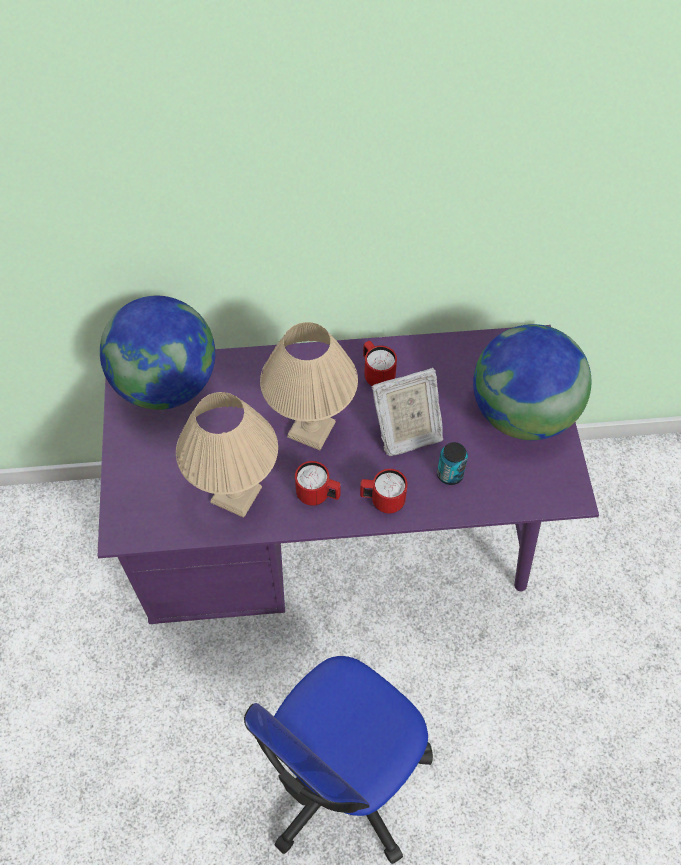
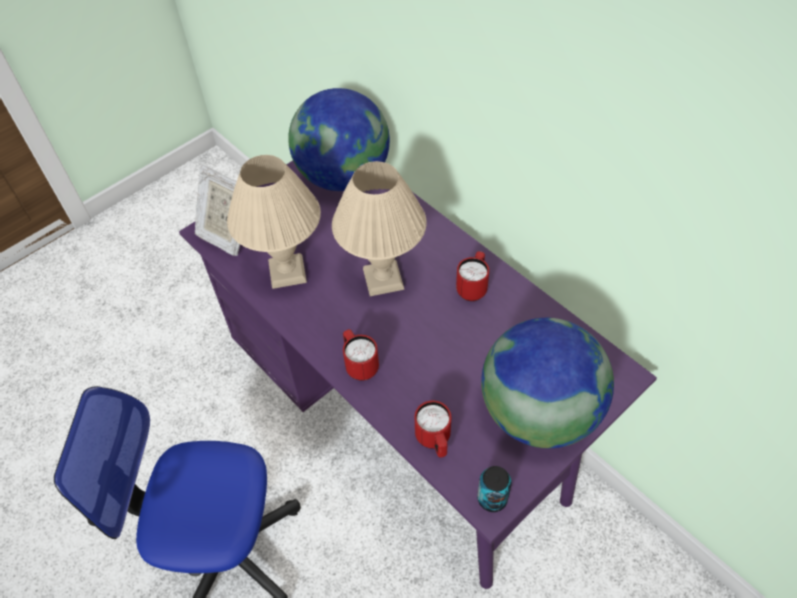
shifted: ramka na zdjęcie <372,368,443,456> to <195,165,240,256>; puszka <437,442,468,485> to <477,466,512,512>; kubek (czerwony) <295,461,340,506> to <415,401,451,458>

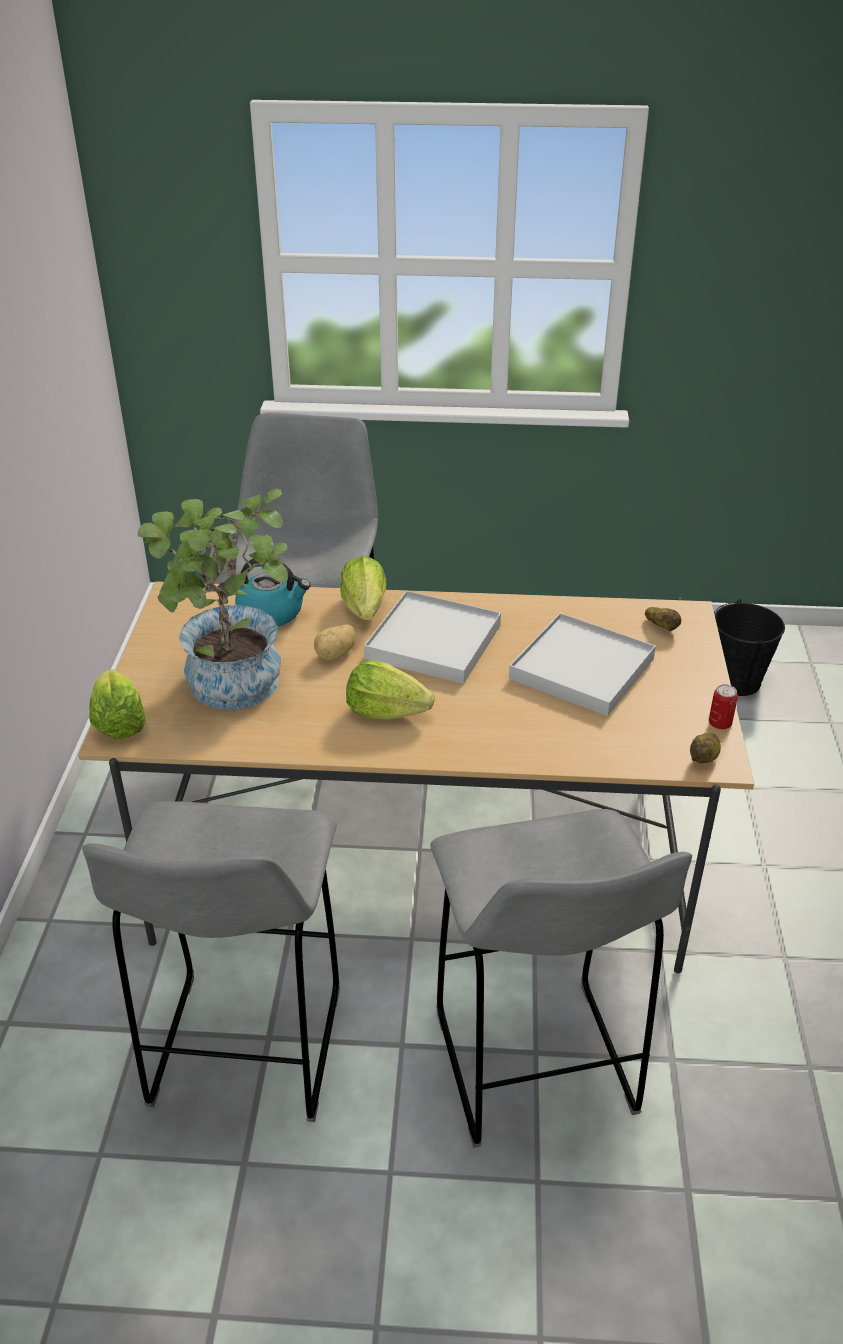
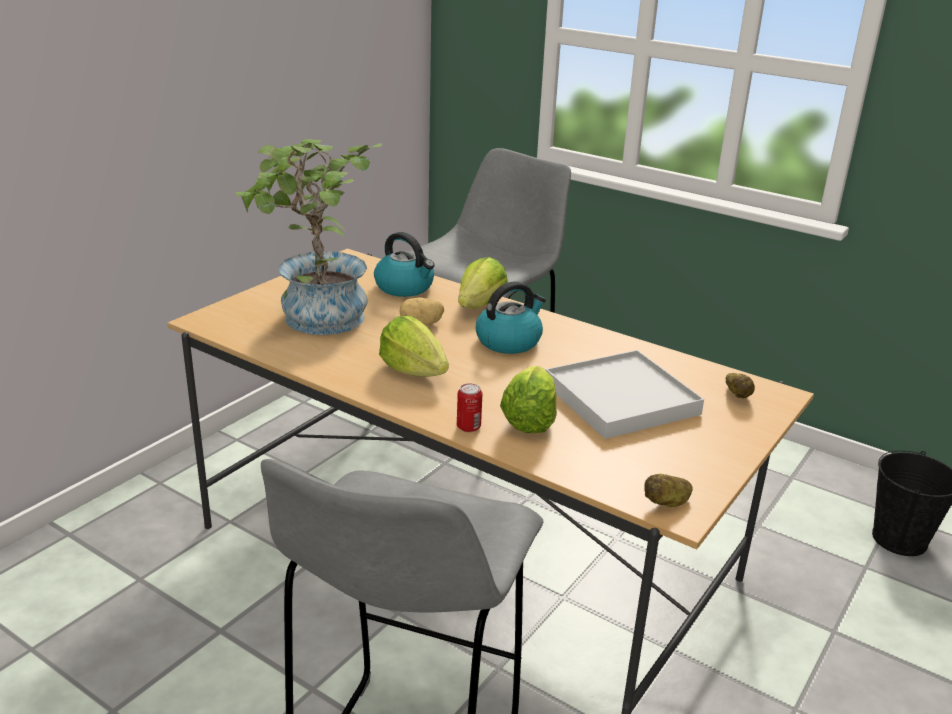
gone: stołek (szary) <82,801,340,1122>
shifted: sałata <89,669,146,739> to <500,366,557,433>; puszka <709,684,738,730> to <457,383,482,432>
swapped: taca (biały) <364,590,501,684> to czajnik <476,281,546,354>

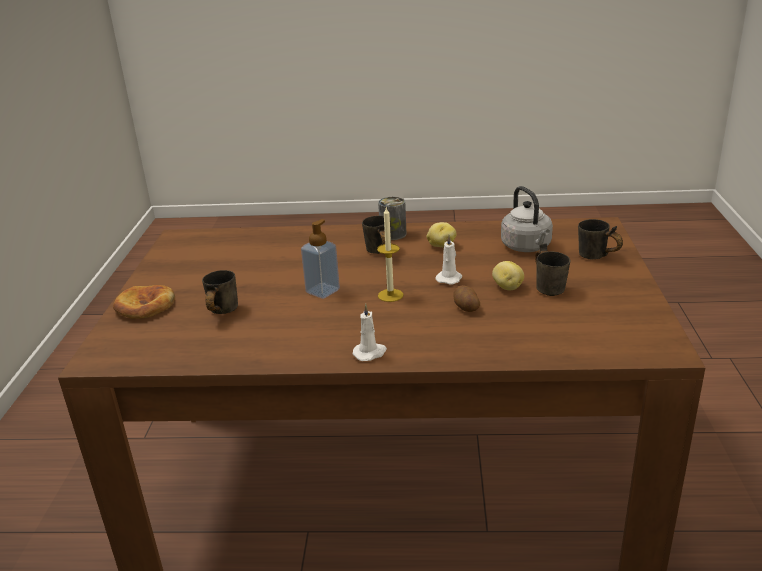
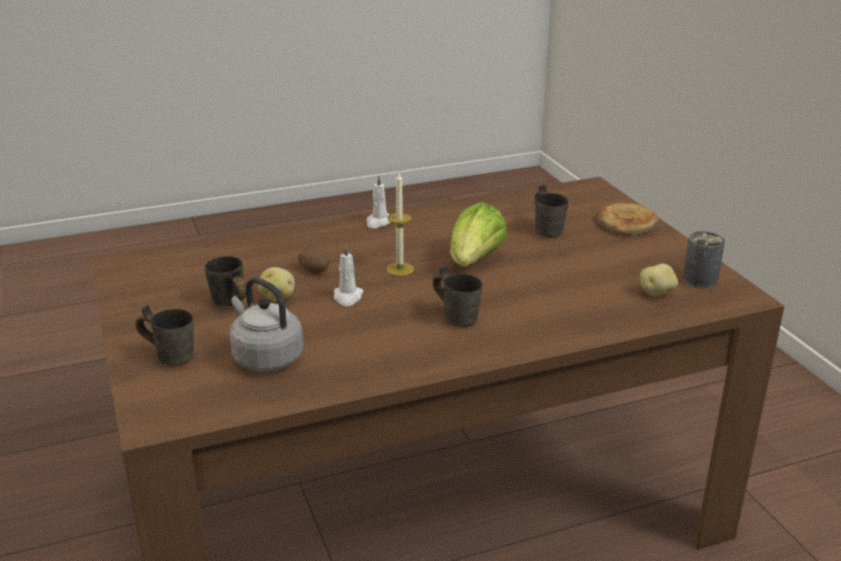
shifted: puszka <378,197,406,240> to <683,231,725,289>; ziemniak <427,222,456,247> to <640,264,678,296>
swapped: dozownik mydła <301,219,340,299> to sałata <450,202,507,267>

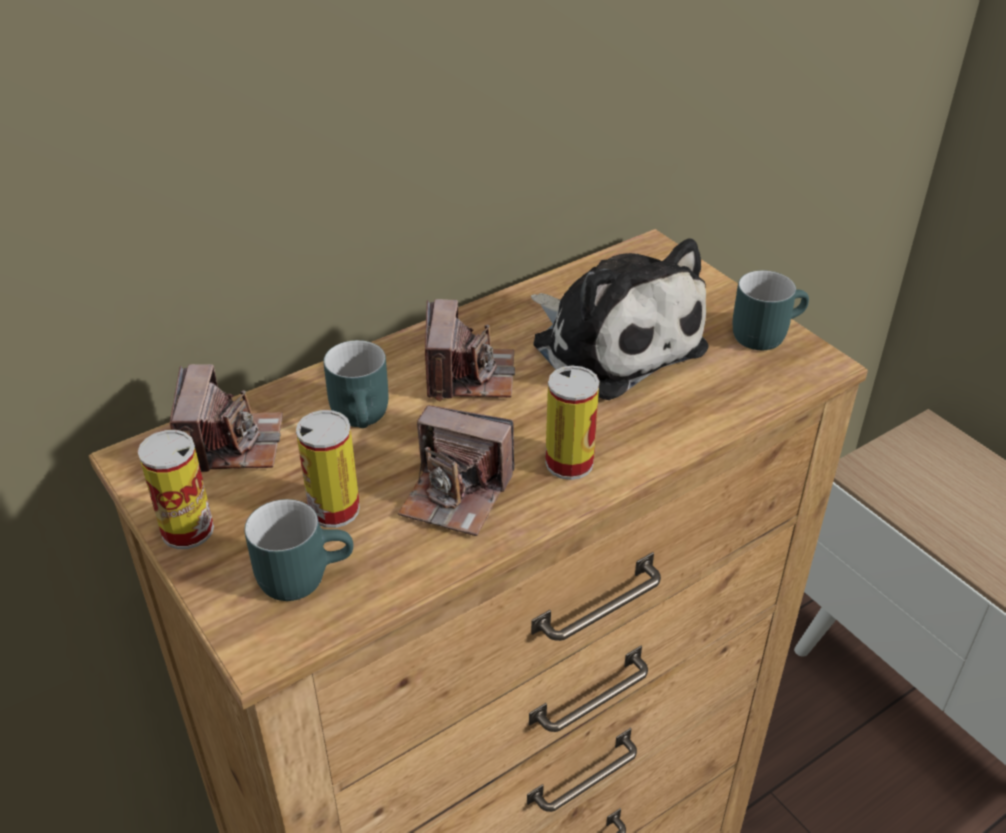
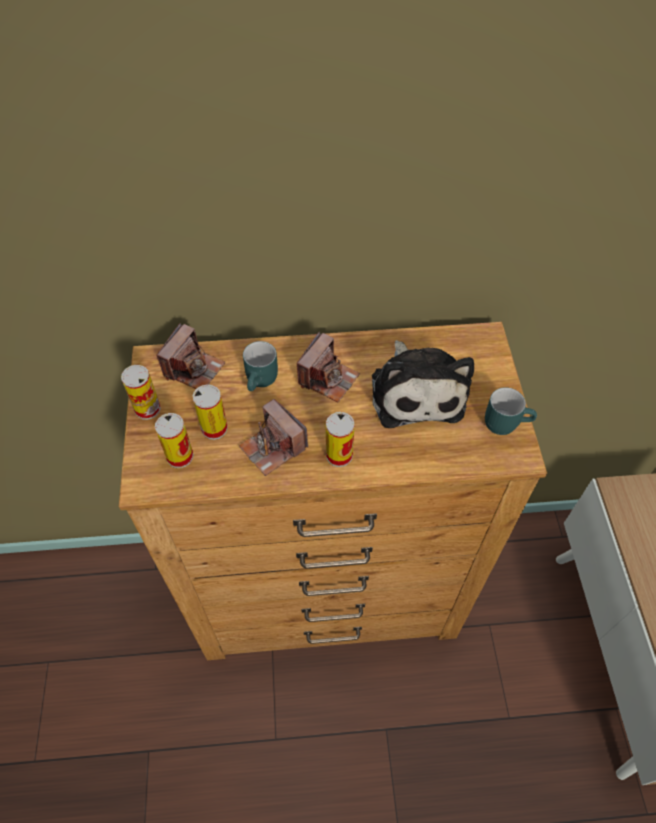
swapped: kubek (turkusowy) <244,499,353,601> to puszka <155,413,194,468>

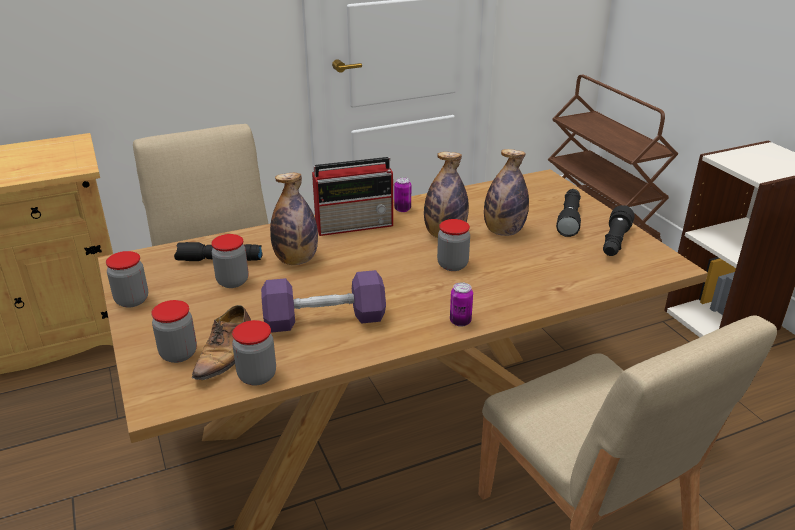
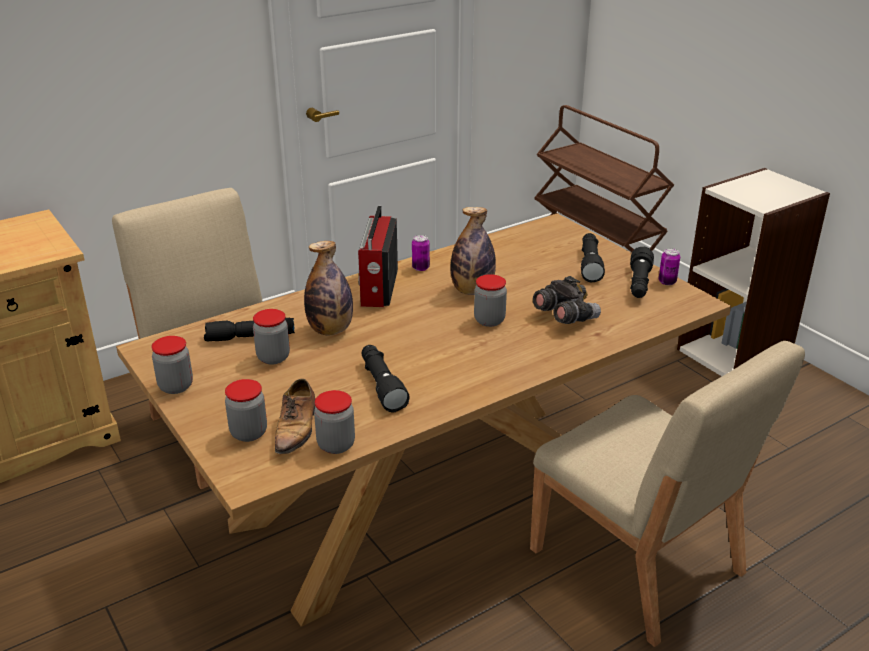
gone: butelka <484,149,529,236>
new: lornetka (szary) <533,276,601,324>
shifted: puszka <450,282,473,327> to <659,248,680,285>
swapped: hantel (fioletowy) <261,270,386,333> to latarka (czarny) <361,345,410,412>
rotated: radio <312,157,395,236> = <358,206,398,307> 120 degrees clockwise

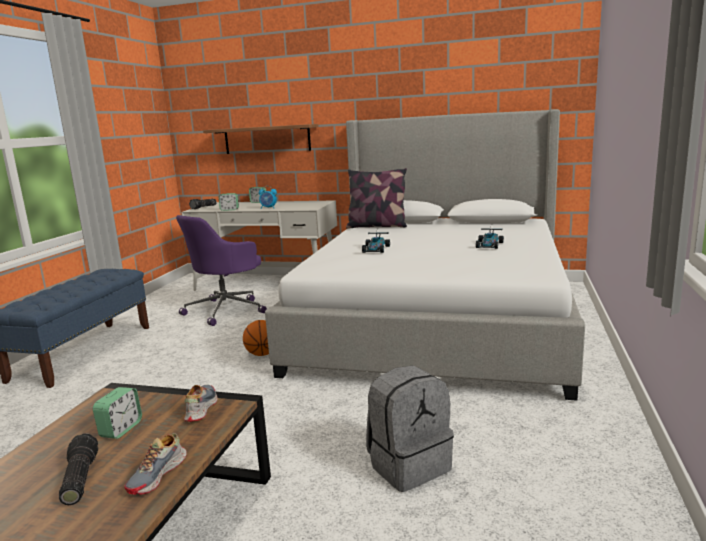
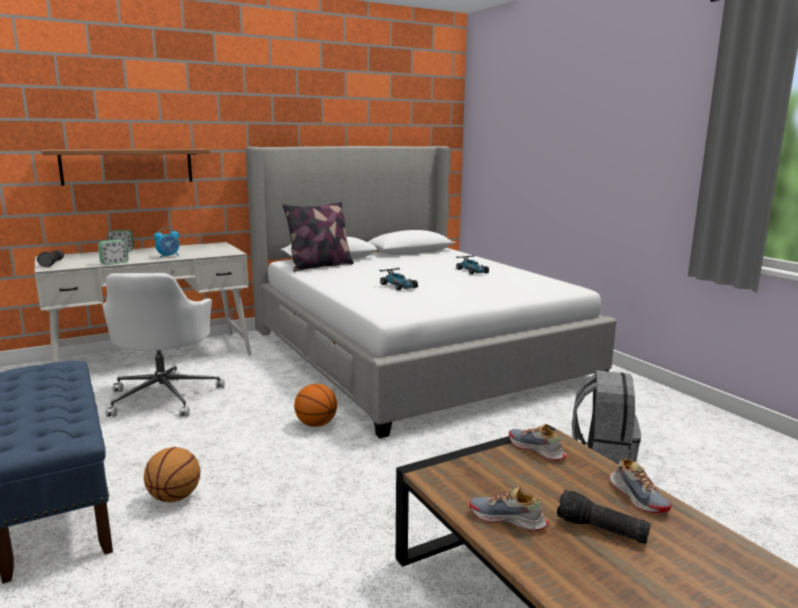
gone: budzik <93,387,142,439>
new: piłka do koszykówki <144,447,201,502>; but <469,487,549,531>
repainted: krzesło biurowe (fioletowy) <176,215,267,326> to krzesło biurowe (biały) <103,273,225,417>

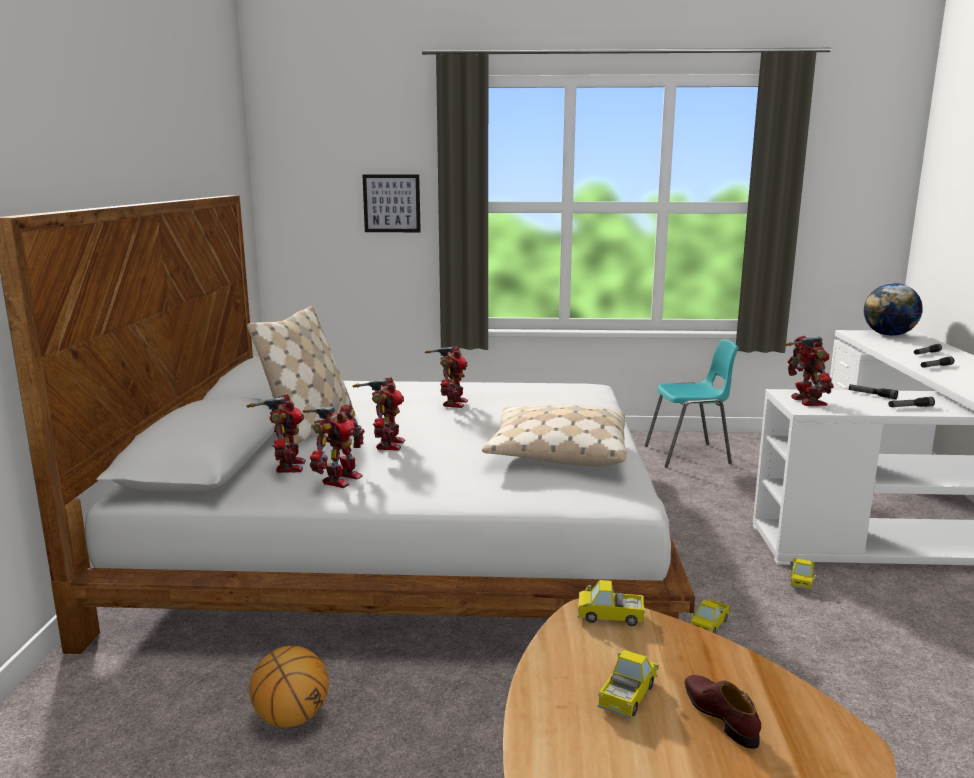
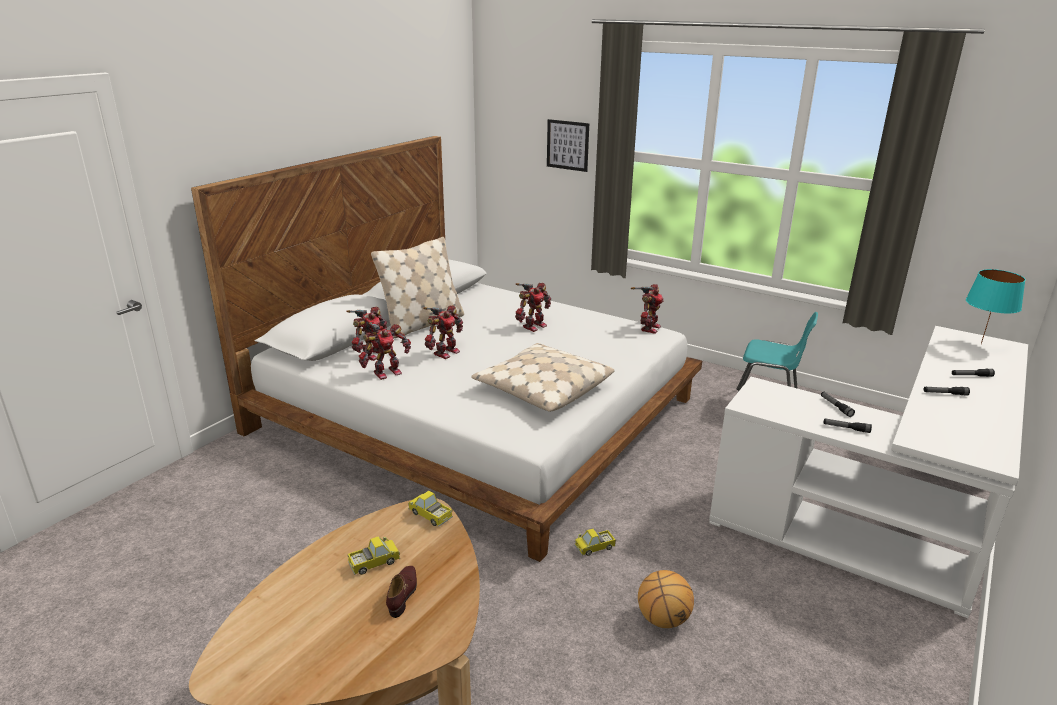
gone: ciężarówka zabawkowa <789,558,816,591>
shifted: robot zabawkowy <785,336,834,406> to <631,284,663,334>; piłka do koszykówki <250,646,329,728> to <638,570,694,628>
swapped: globus <864,283,923,336> to lampa stołowa (turkusowy) <966,269,1026,344>

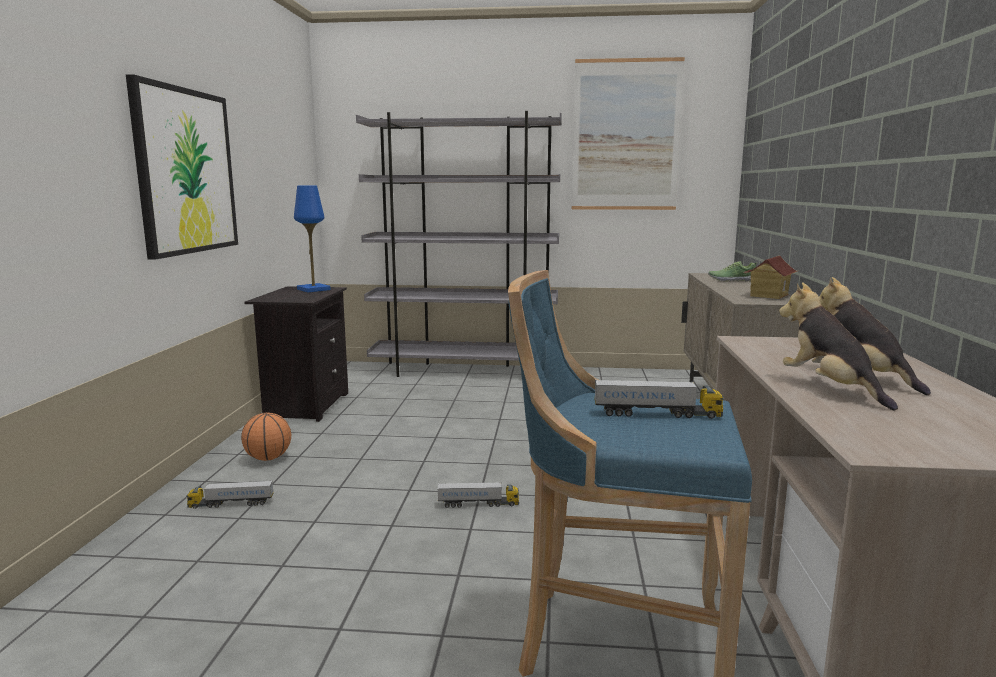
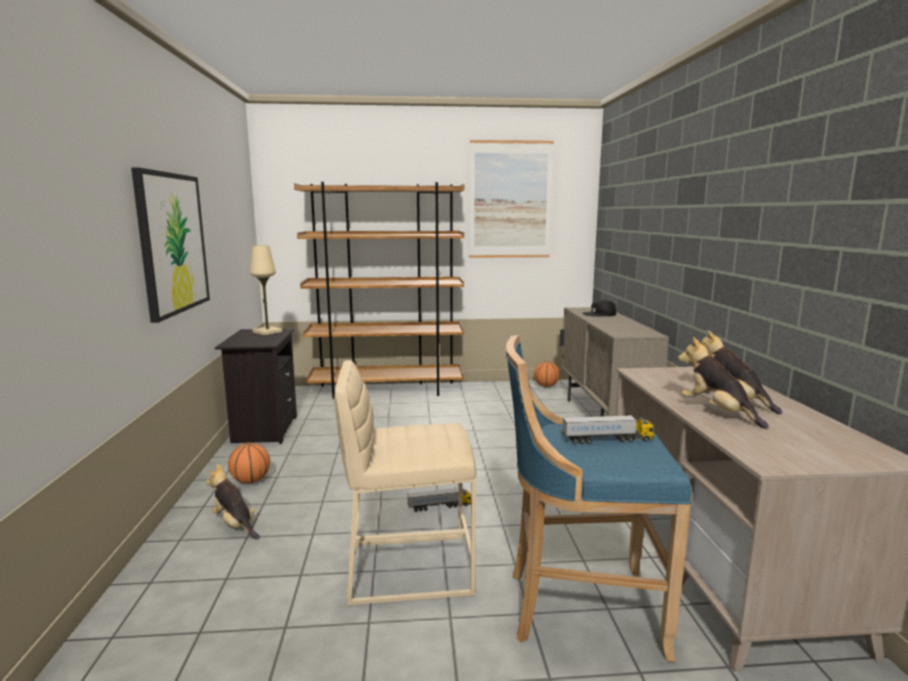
gone: domek <744,256,797,299>
new: stołek (beżowy) <334,360,476,605>; piłka do koszykówki <534,361,560,387>
swapped: but <708,261,757,282> to czapka z daszkiem (czarny) <582,299,616,317>; ciężarówka zabawkowa <186,480,274,509> to pluszak <206,464,260,539>
repainted: regał (szary) <356,111,562,377> to regał (brązowy) <294,182,464,399>; lampa stołowa (niebieski) <294,186,331,292> to lampa stołowa (beżowy) <250,245,282,335>

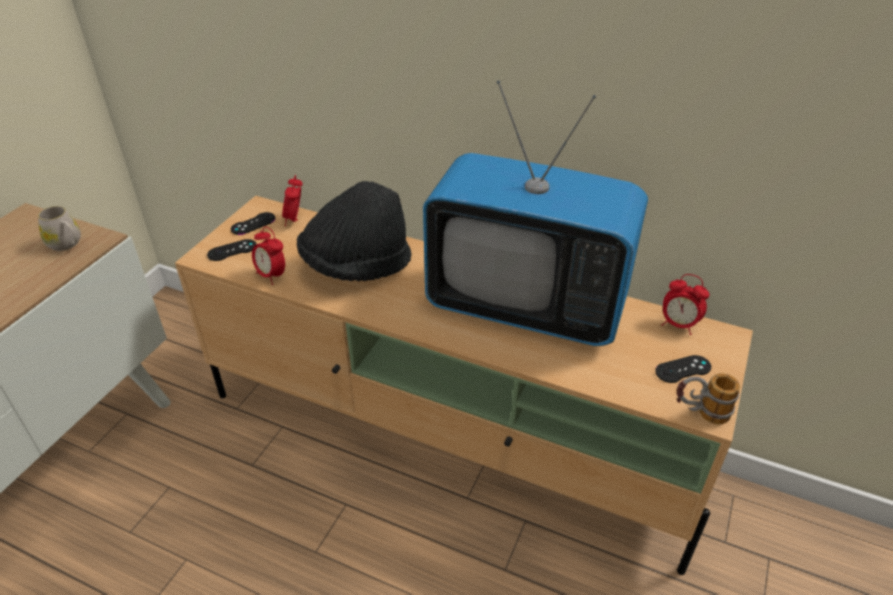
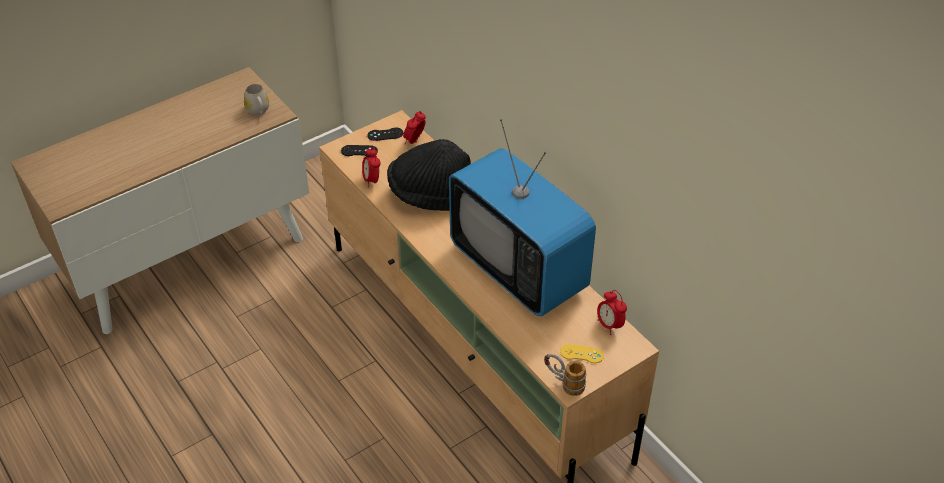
repainted: pad do gier (czarny) <655,355,711,383> to pad do gier (żółty) <560,344,604,363>

